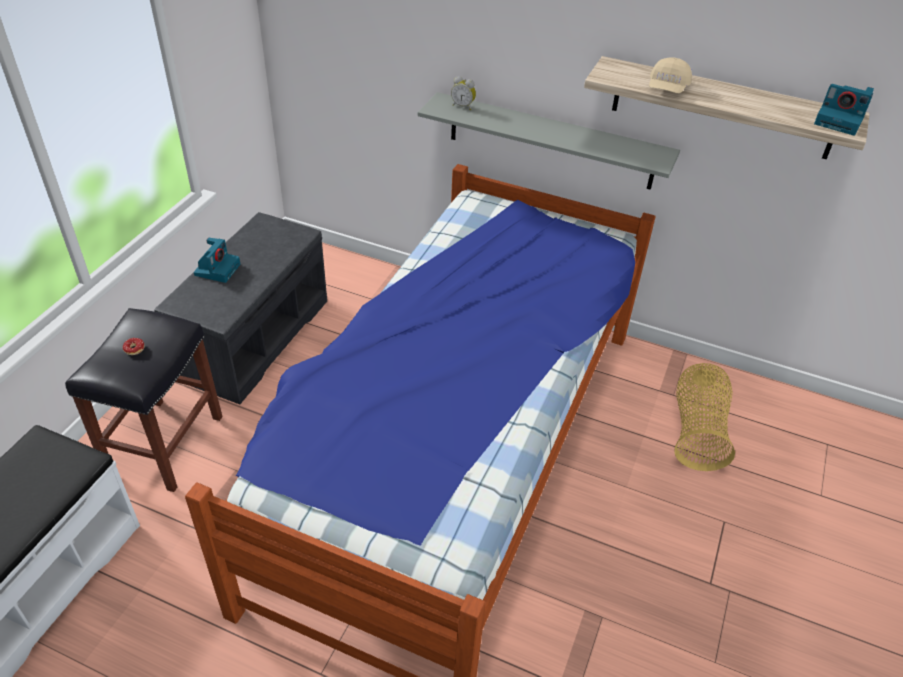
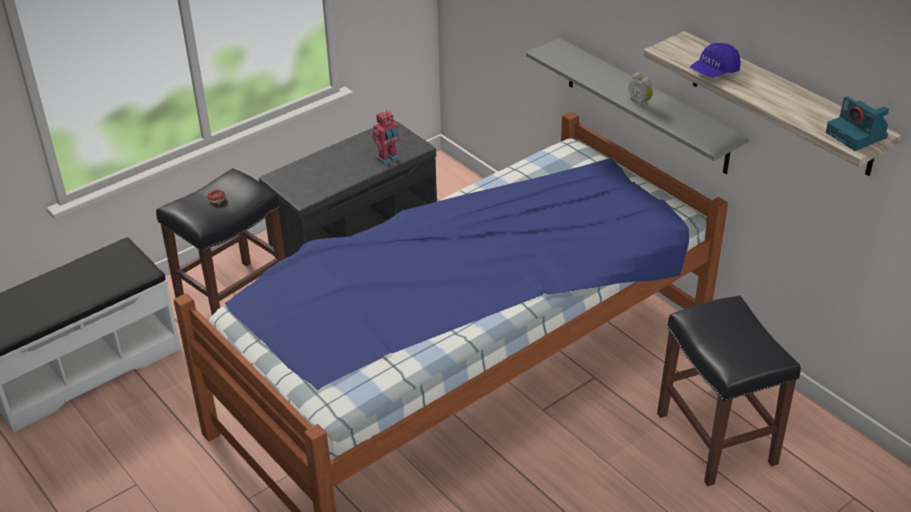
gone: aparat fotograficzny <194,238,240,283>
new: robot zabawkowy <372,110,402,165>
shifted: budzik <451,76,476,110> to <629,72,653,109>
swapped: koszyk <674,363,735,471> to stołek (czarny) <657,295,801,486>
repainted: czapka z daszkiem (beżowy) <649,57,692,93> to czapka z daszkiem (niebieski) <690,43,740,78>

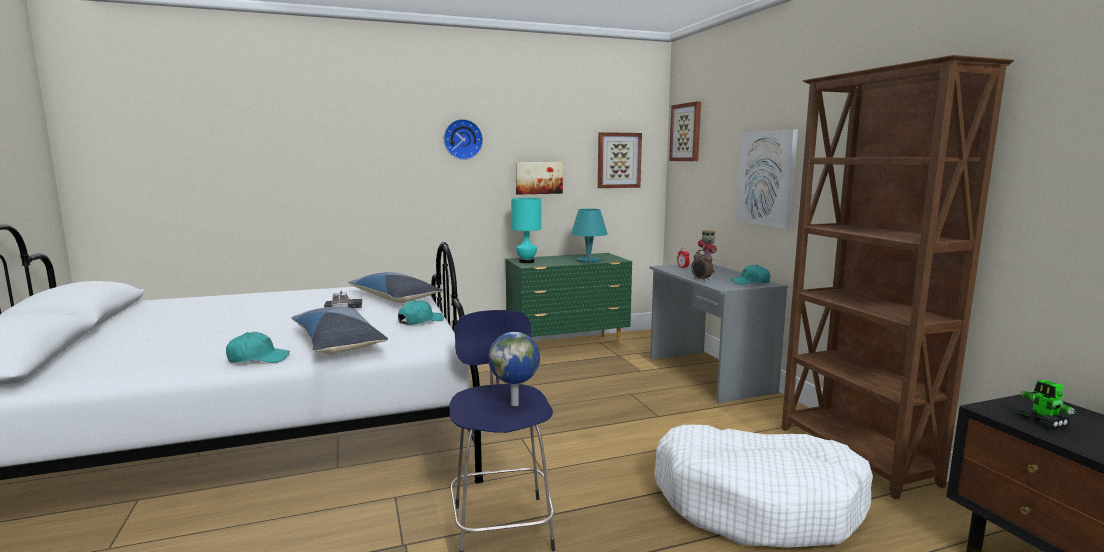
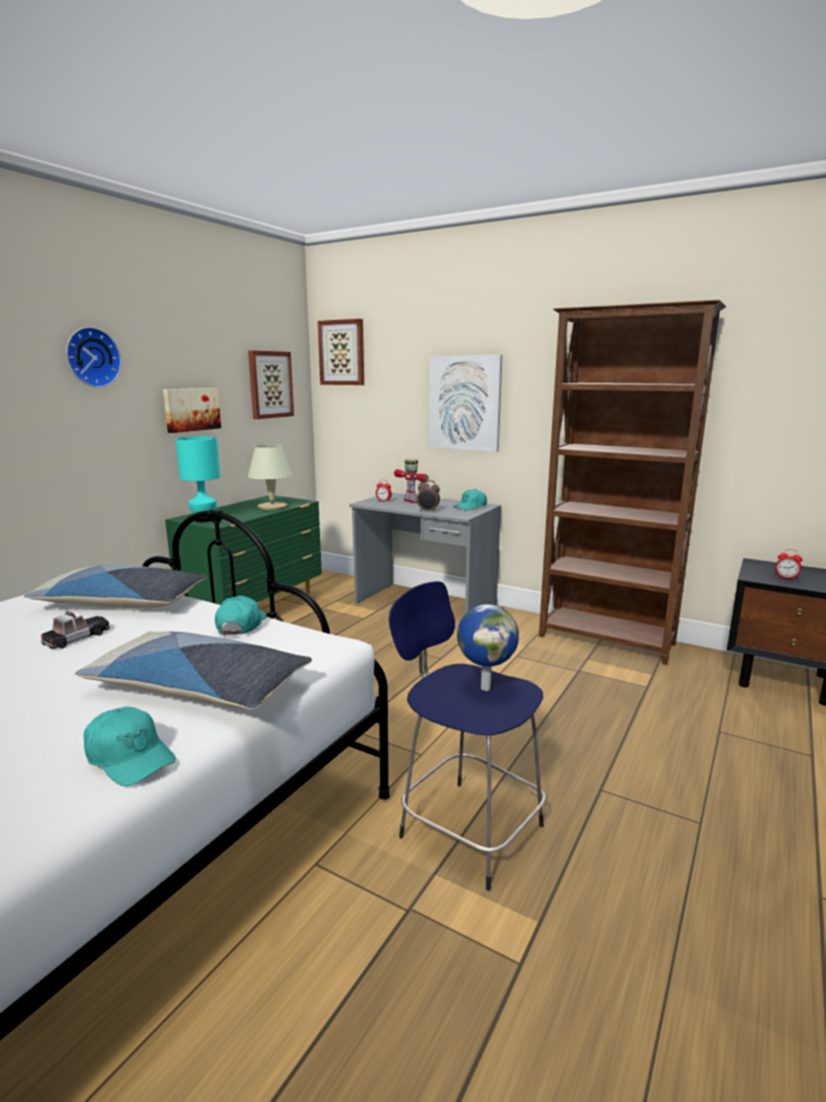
gone: legowisko (biały) <654,425,873,548>
swapped: robot zabawkowy <1018,380,1076,429> to budzik <775,549,803,580>
repainted: lampa stołowa (turkusowy) <571,209,608,263> to lampa stołowa (beżowy) <248,445,293,510>
rotated: czapka z daszkiem (turkusowy) <226,332,290,363> = <84,707,176,786> 90 degrees clockwise

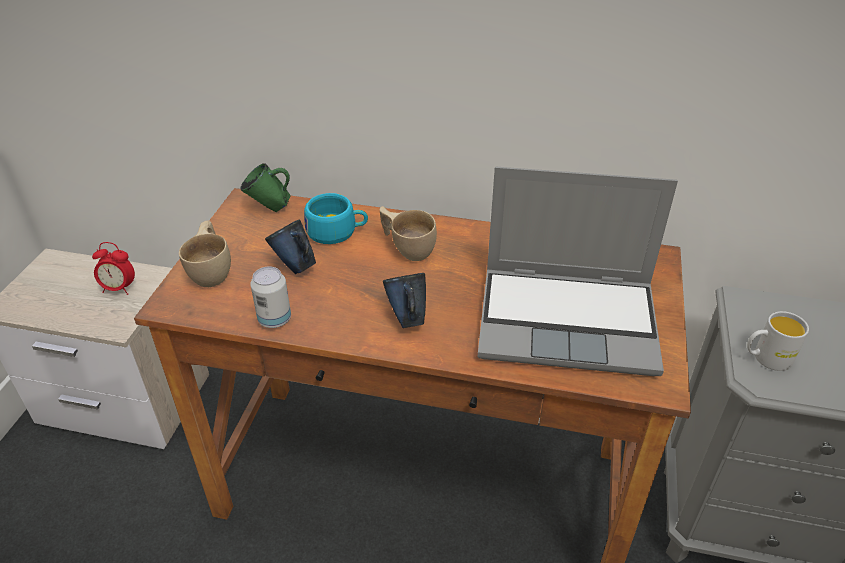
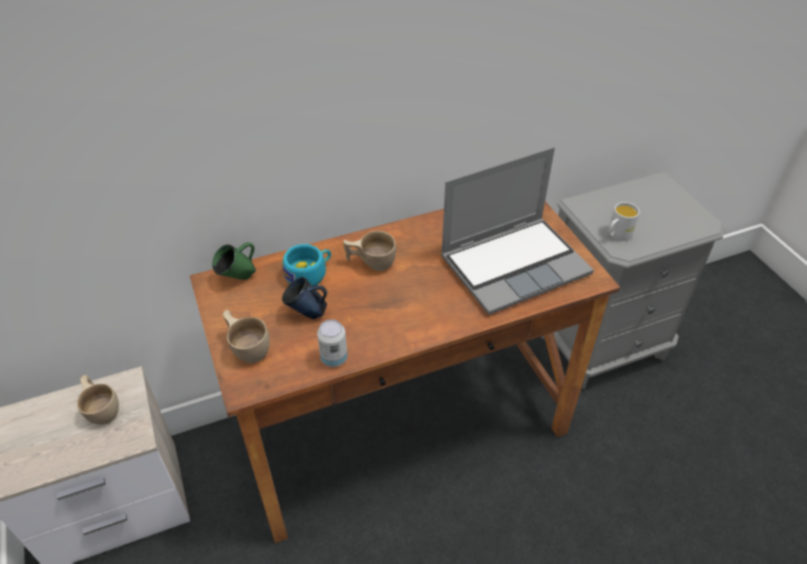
gone: kubek (niebieski) <383,273,426,328>
swapped: budzik <92,242,135,295> to filiżanka (beżowy) <77,375,119,425>

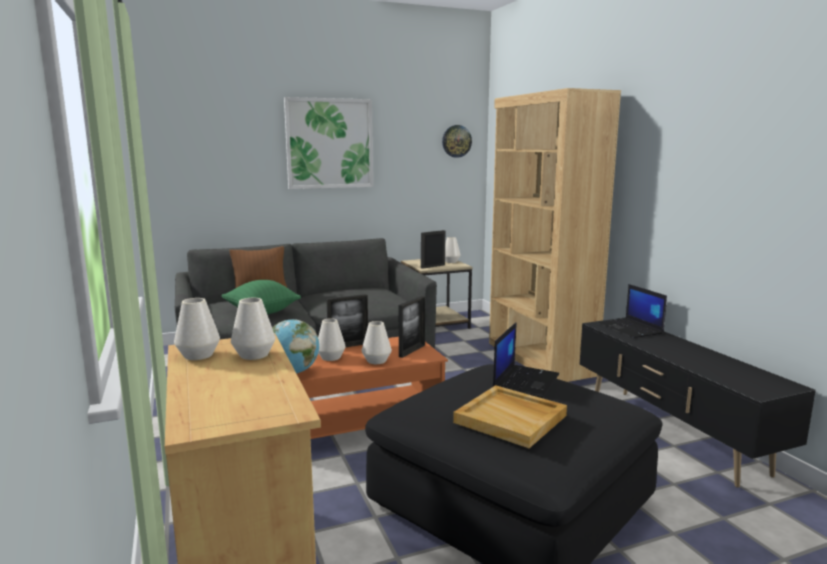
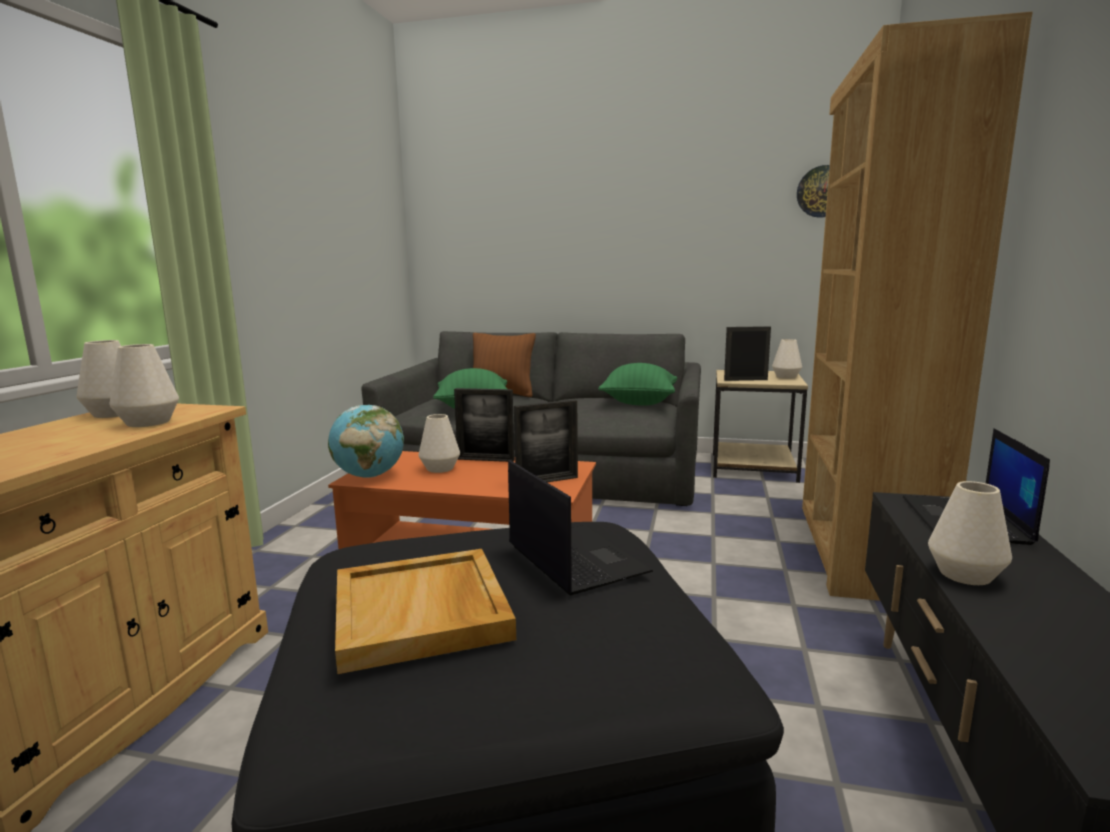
gone: obraz <284,97,373,189>
new: poduszka (zielony) <598,363,678,406>
shifted: wazon (biały) <362,321,392,364> to <928,481,1012,585>
rotated: laptop <493,322,559,398> = <508,460,653,596> 90 degrees counterclockwise

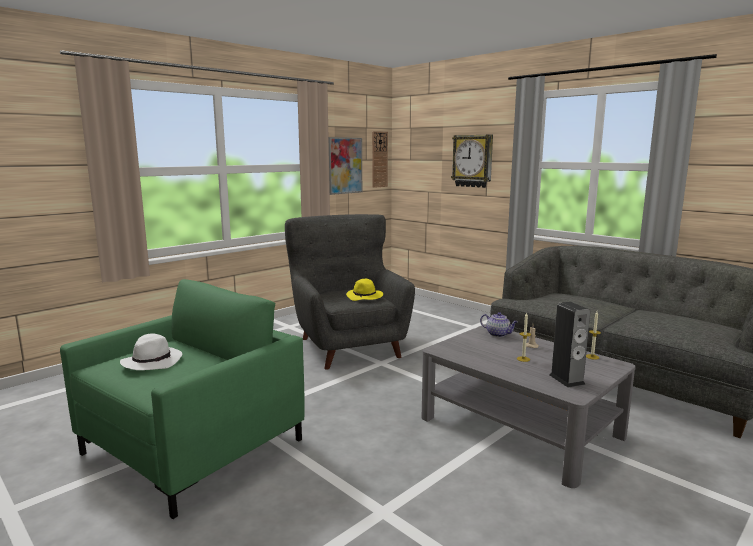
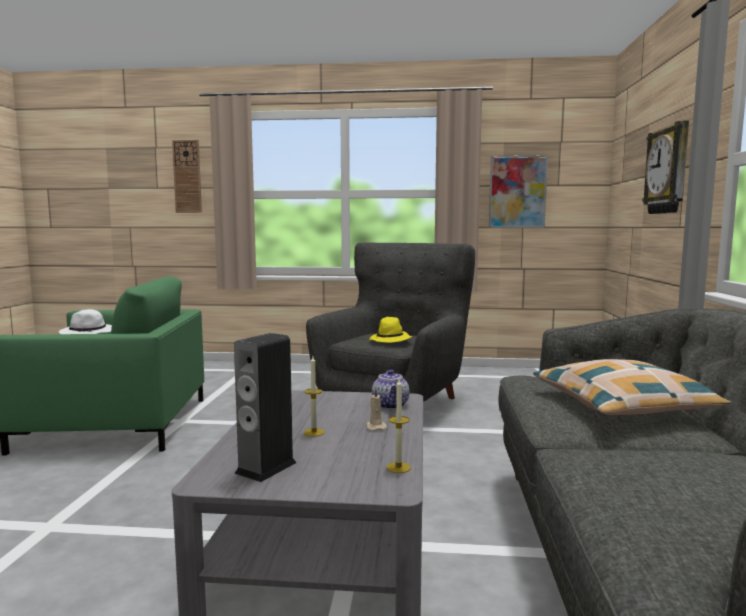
new: poduszka <533,359,732,415>
shifted: zegar ścienny <372,131,388,188> to <172,140,202,213>

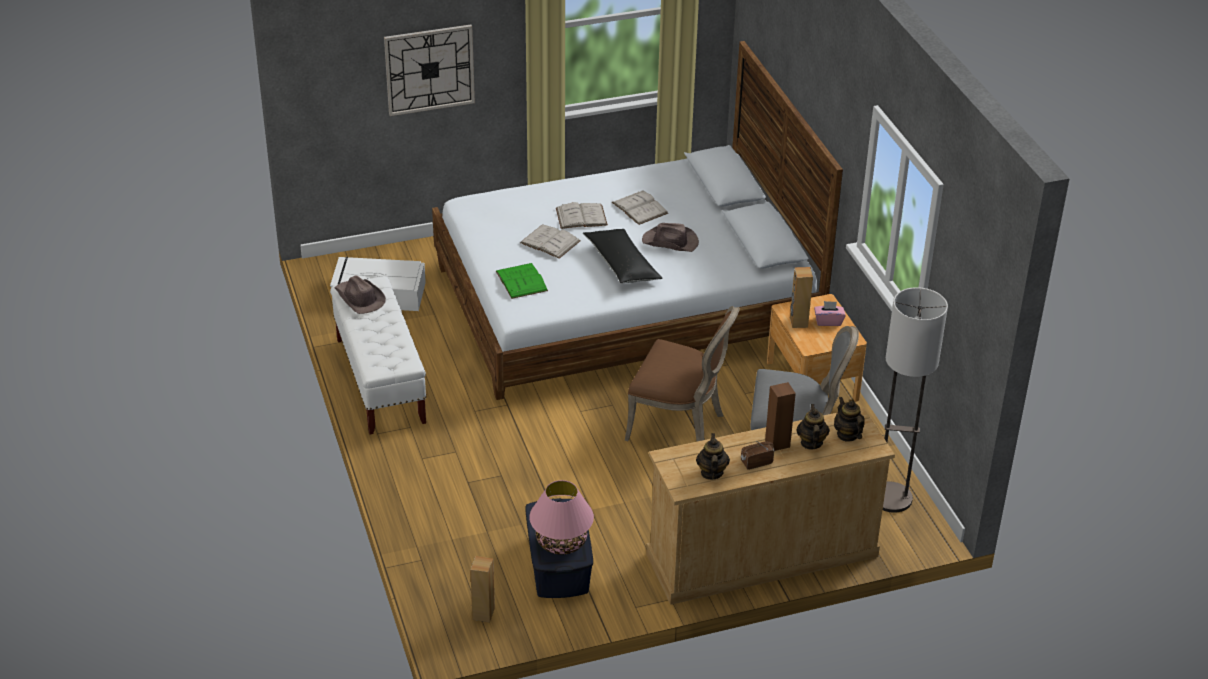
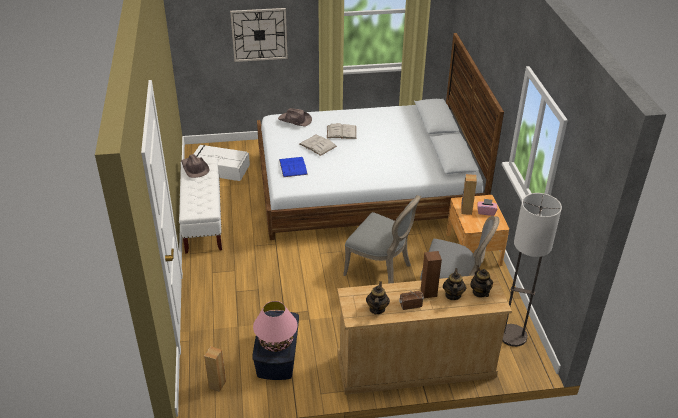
gone: książka (biały) <612,190,668,225>; poduszka (czarny) <583,229,663,283>
shifted: kapelusz (brązowy) <642,223,699,252> to <278,108,312,127>
repainted: książka (zielony) <496,263,548,299> to książka (niebieski) <279,157,308,177>; krzesło (brązowy) <625,306,740,442> to krzesło (szary) <343,195,421,284>

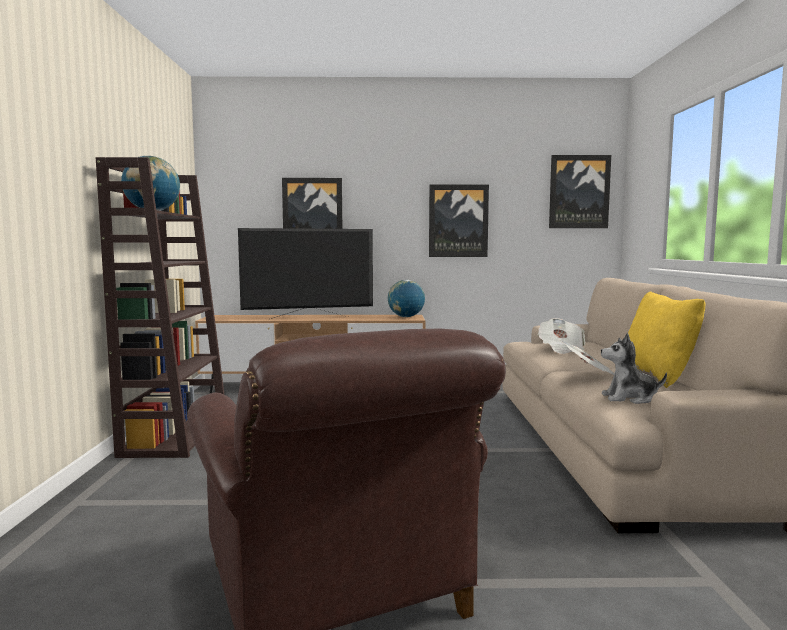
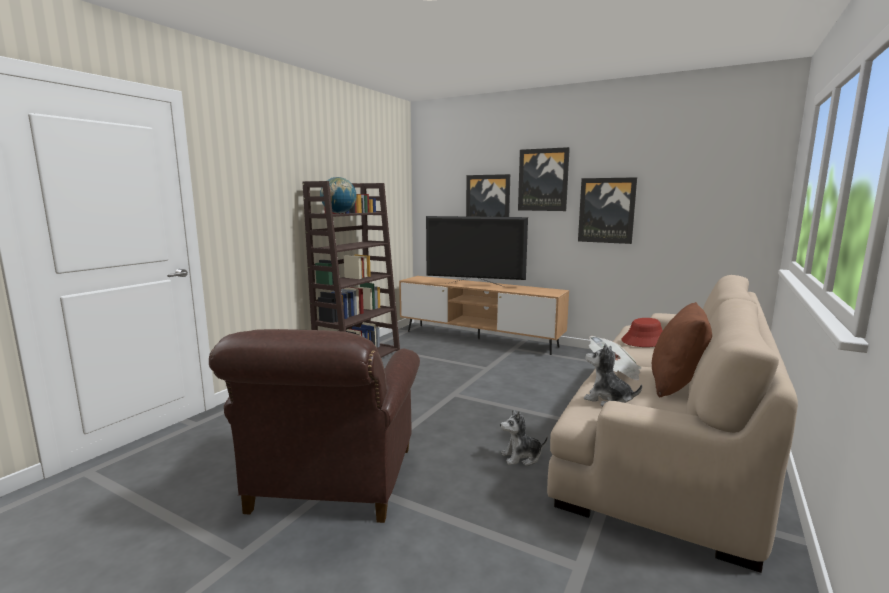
gone: globus <388,280,425,317>
new: pluszak <500,410,548,466>
shifted: obraz <549,155,611,228> to <518,147,570,211>
swapped: gazeta <537,318,585,354> to kapelusz (czerwony) <621,318,663,347>
repainted: poduszka (żółty) <628,291,705,388> to poduszka (brązowy) <652,302,712,398>

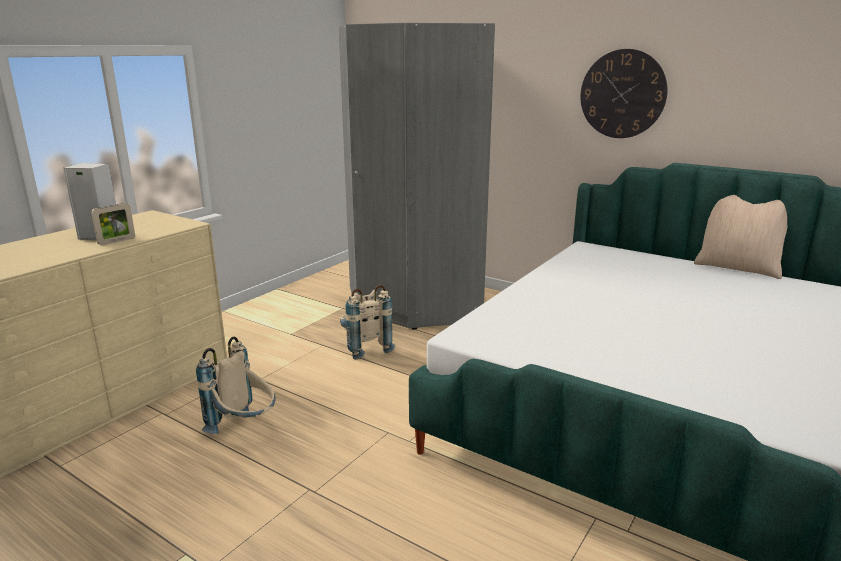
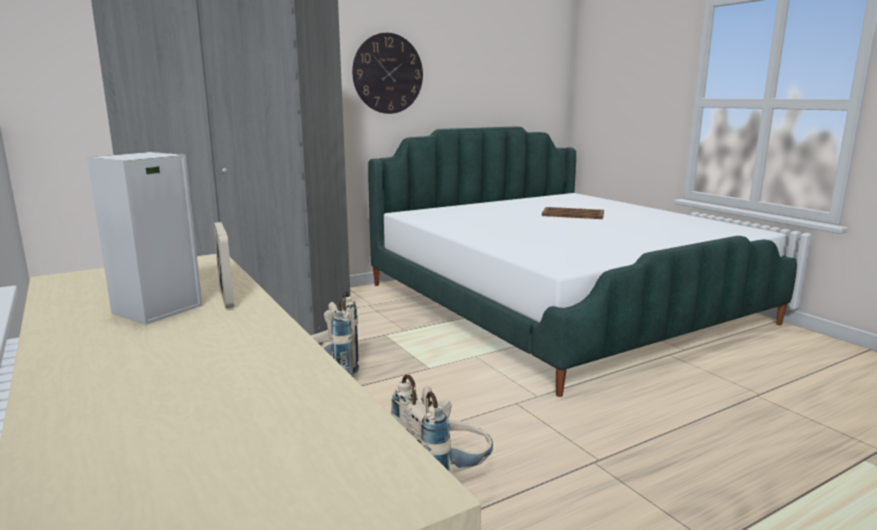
gone: poduszka (beżowy) <694,195,787,279>
new: taca (brązowy) <542,207,604,219>

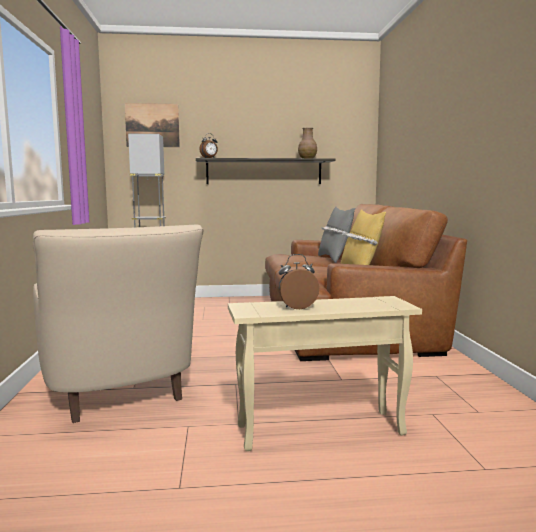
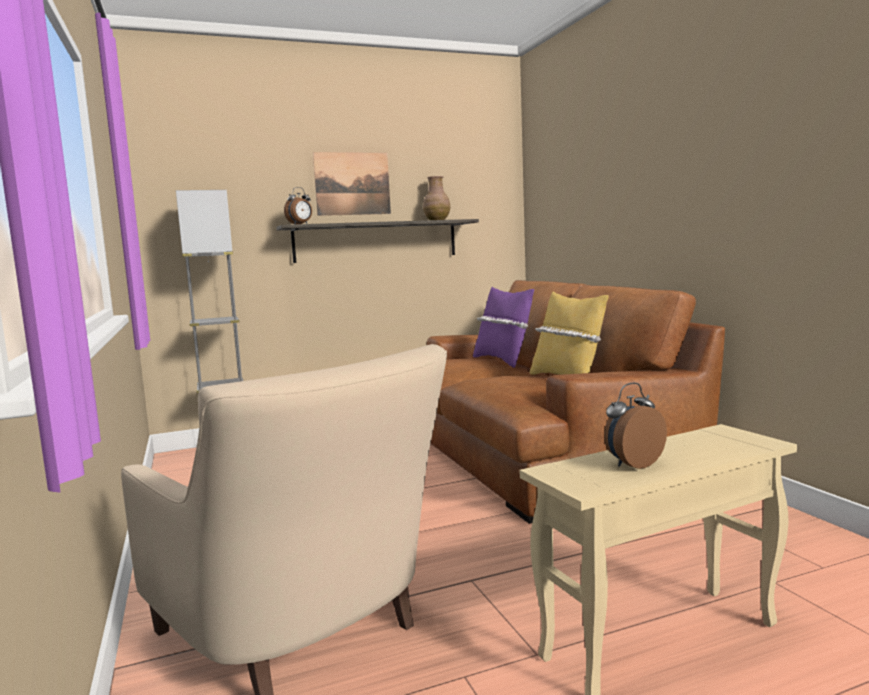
shifted: obraz <125,103,180,147> to <313,152,391,216>
repainted: poduszka (szary) <318,207,355,263> to poduszka (fioletowy) <473,287,534,368>

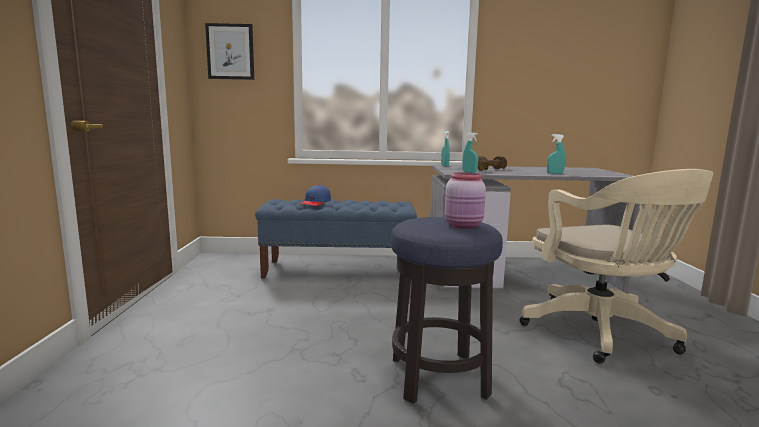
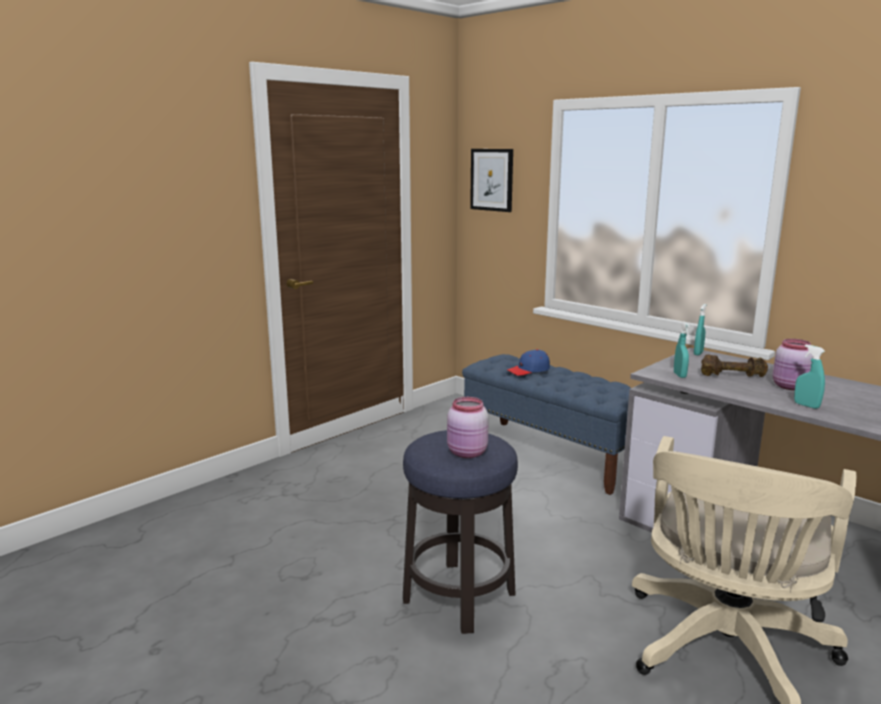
new: słoik (różowy) <773,339,813,390>

